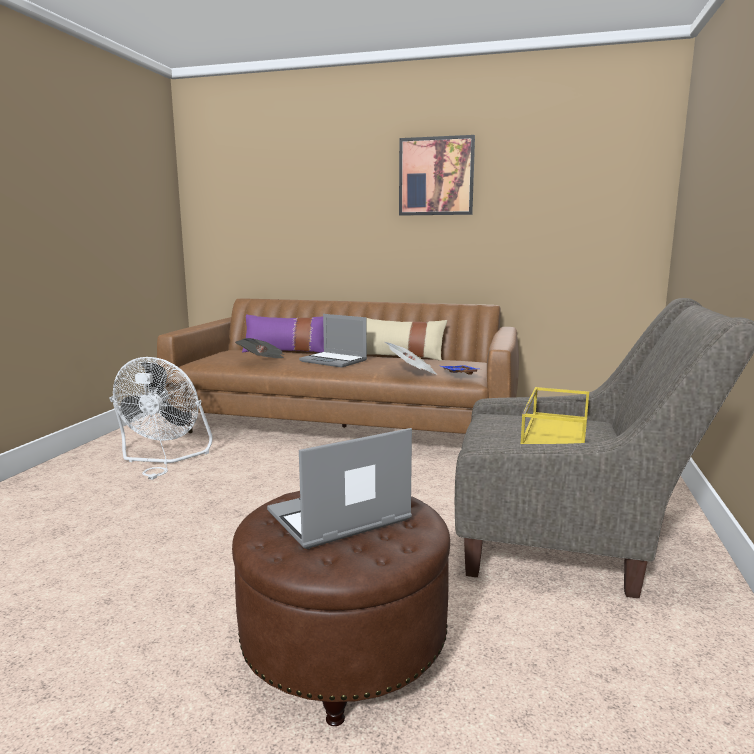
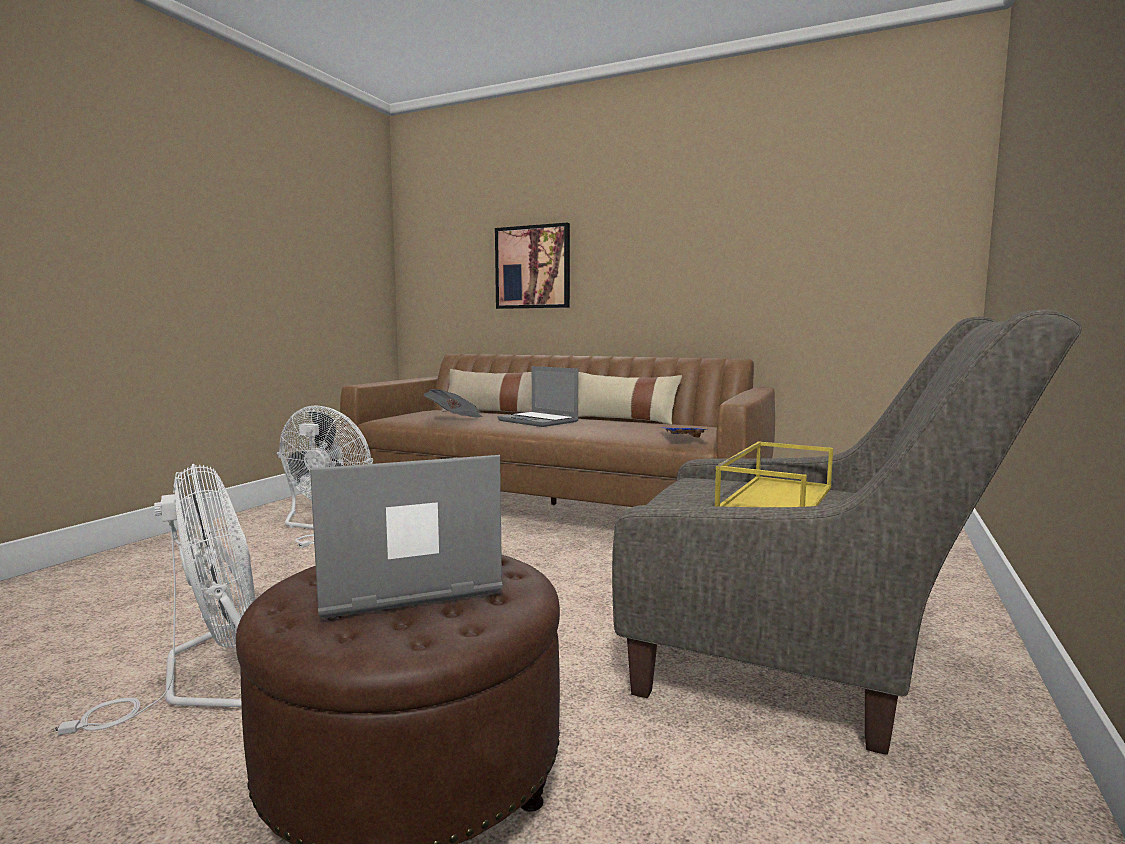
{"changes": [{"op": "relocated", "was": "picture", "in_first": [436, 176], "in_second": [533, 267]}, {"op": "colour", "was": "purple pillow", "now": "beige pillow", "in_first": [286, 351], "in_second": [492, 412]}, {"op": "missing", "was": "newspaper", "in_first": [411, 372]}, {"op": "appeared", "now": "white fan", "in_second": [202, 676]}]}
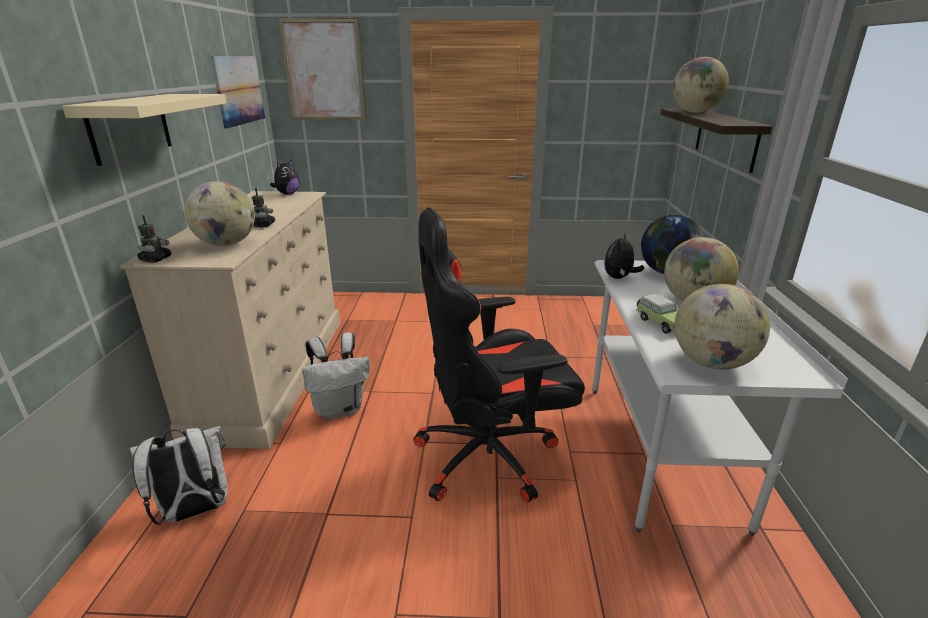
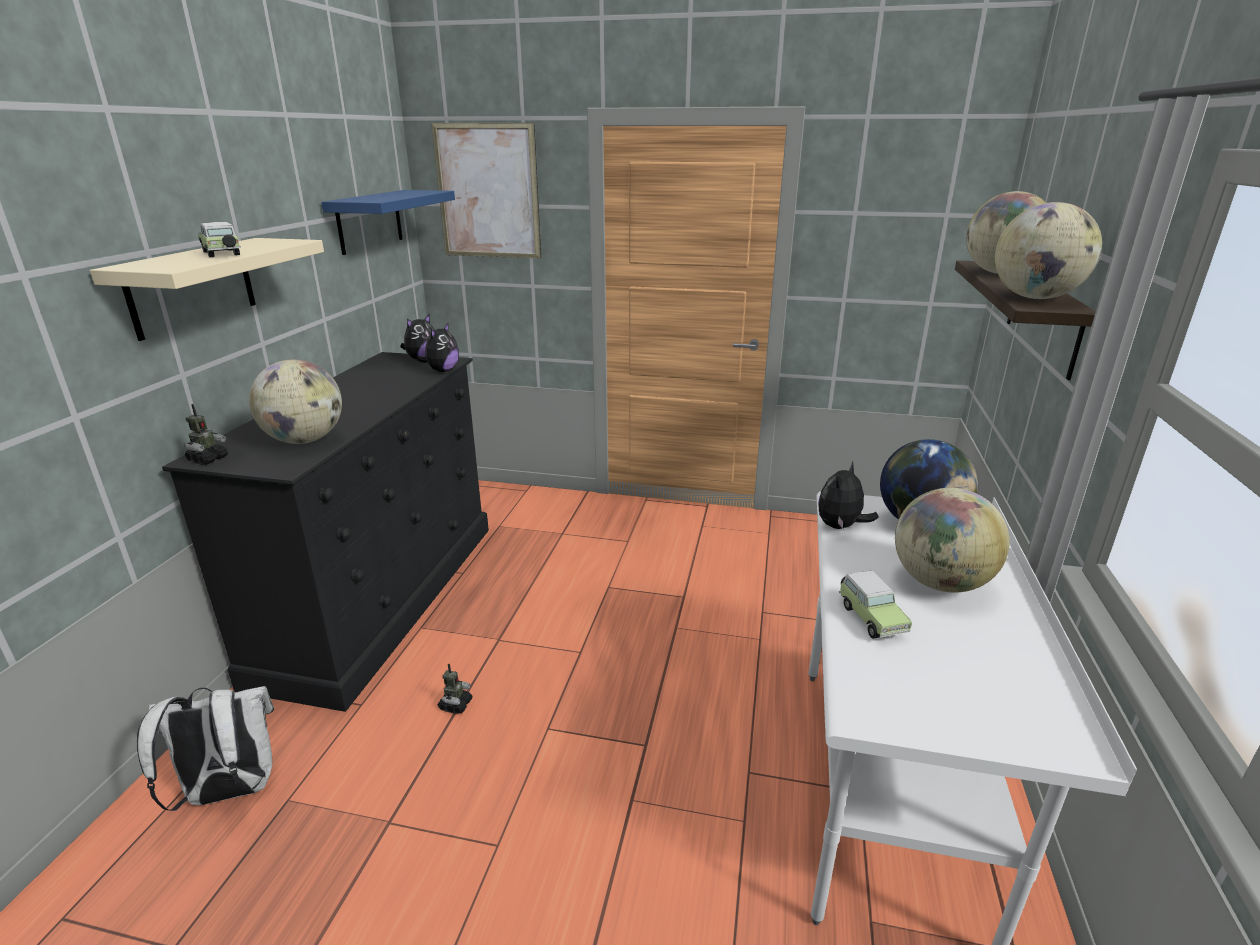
{"changes": [{"op": "exchanged", "was": "picture", "now": "blue shelf", "in_first": [239, 90], "in_second": [369, 221]}, {"op": "relocated", "was": "toy robot", "in_first": [263, 225], "in_second": [455, 705]}, {"op": "colour", "was": "beige dresser", "now": "black dresser", "in_first": [274, 372], "in_second": [385, 596]}, {"op": "missing", "was": "black office chair", "in_first": [496, 455]}, {"op": "relocated", "was": "globe", "in_first": [712, 363], "in_second": [1035, 298]}, {"op": "missing", "was": "white backpack", "in_first": [340, 409]}, {"op": "appeared", "now": "toy car", "in_second": [222, 254]}, {"op": "appeared", "now": "plush toy", "in_second": [442, 371]}]}
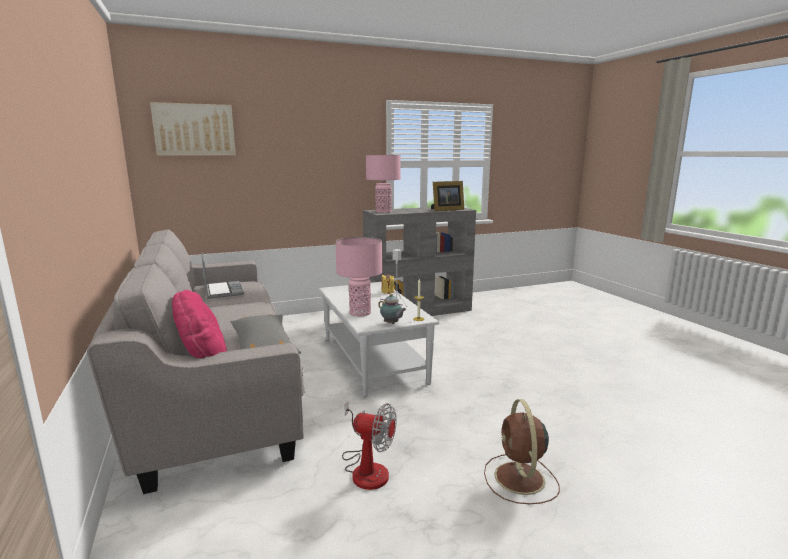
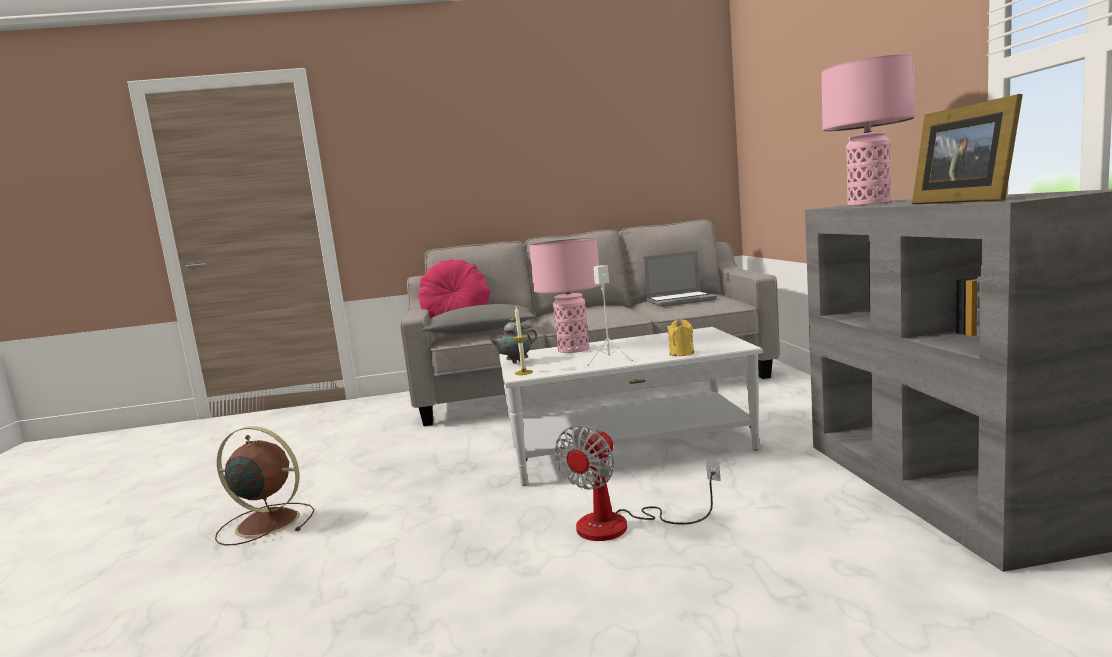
{"changes": [{"op": "missing", "was": "picture", "in_first": [194, 130]}, {"op": "relocated", "was": "fan", "in_first": [366, 468], "in_second": [621, 525]}]}
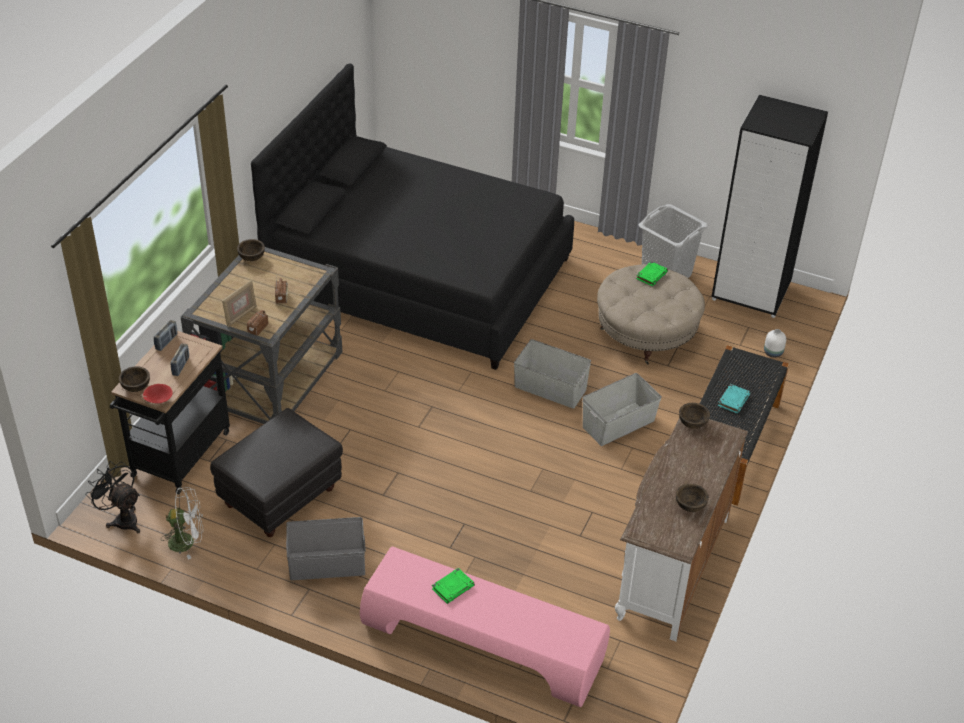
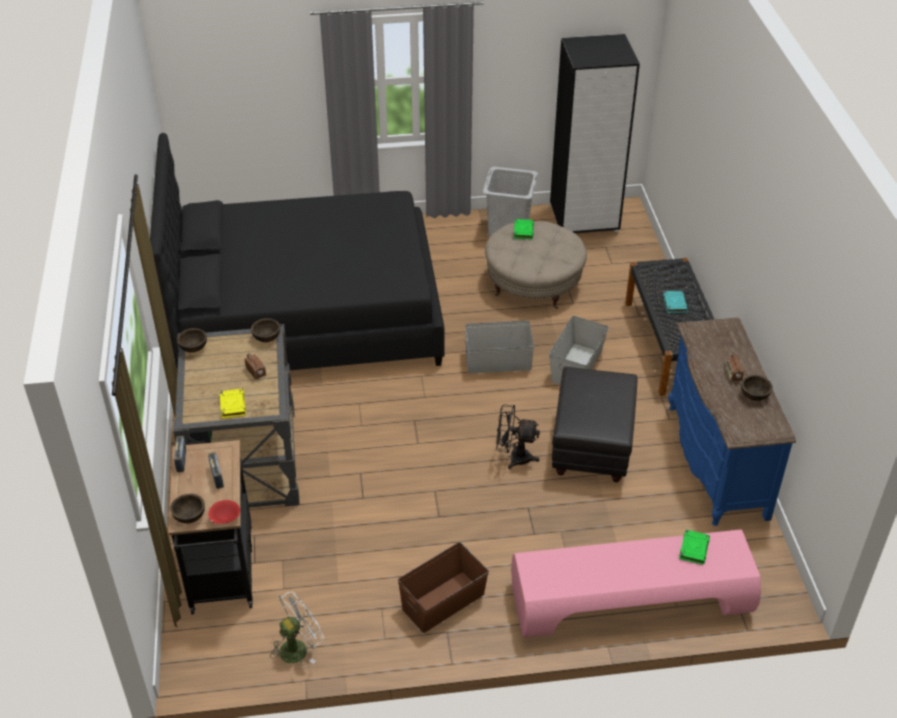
{"changes": [{"op": "exchanged", "was": "picture frame", "now": "yellow book", "in_first": [240, 316], "in_second": [232, 405]}, {"op": "relocated", "was": "radio", "in_first": [257, 329], "in_second": [732, 374]}, {"op": "missing", "was": "white vase", "in_first": [773, 353]}, {"op": "relocated", "was": "brown bowl", "in_first": [692, 423], "in_second": [266, 337]}, {"op": "relocated", "was": "black ottoman", "in_first": [281, 497], "in_second": [592, 447]}, {"op": "colour", "was": "white dresser", "now": "blue dresser", "in_first": [670, 566], "in_second": [714, 462]}, {"op": "relocated", "was": "black fan", "in_first": [122, 519], "in_second": [514, 457]}, {"op": "colour", "was": "grey storage box", "now": "brown storage box", "in_first": [326, 563], "in_second": [442, 601]}, {"op": "relocated", "was": "green book", "in_first": [453, 587], "in_second": [693, 548]}]}
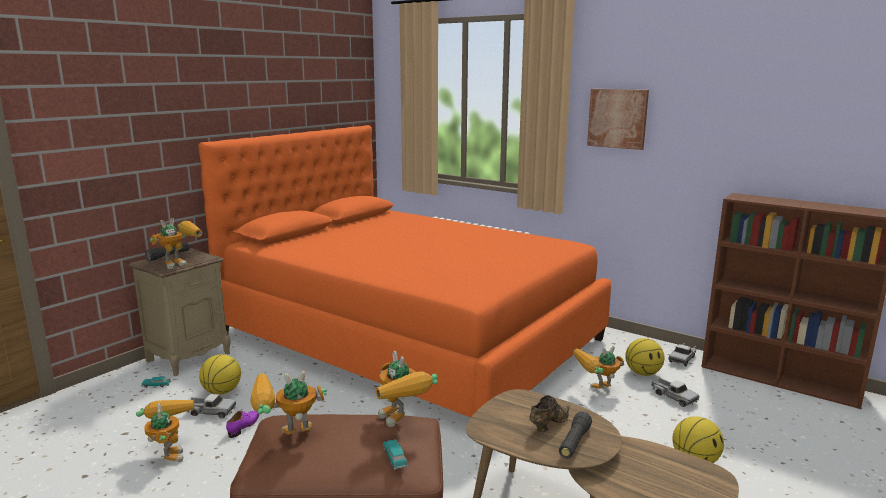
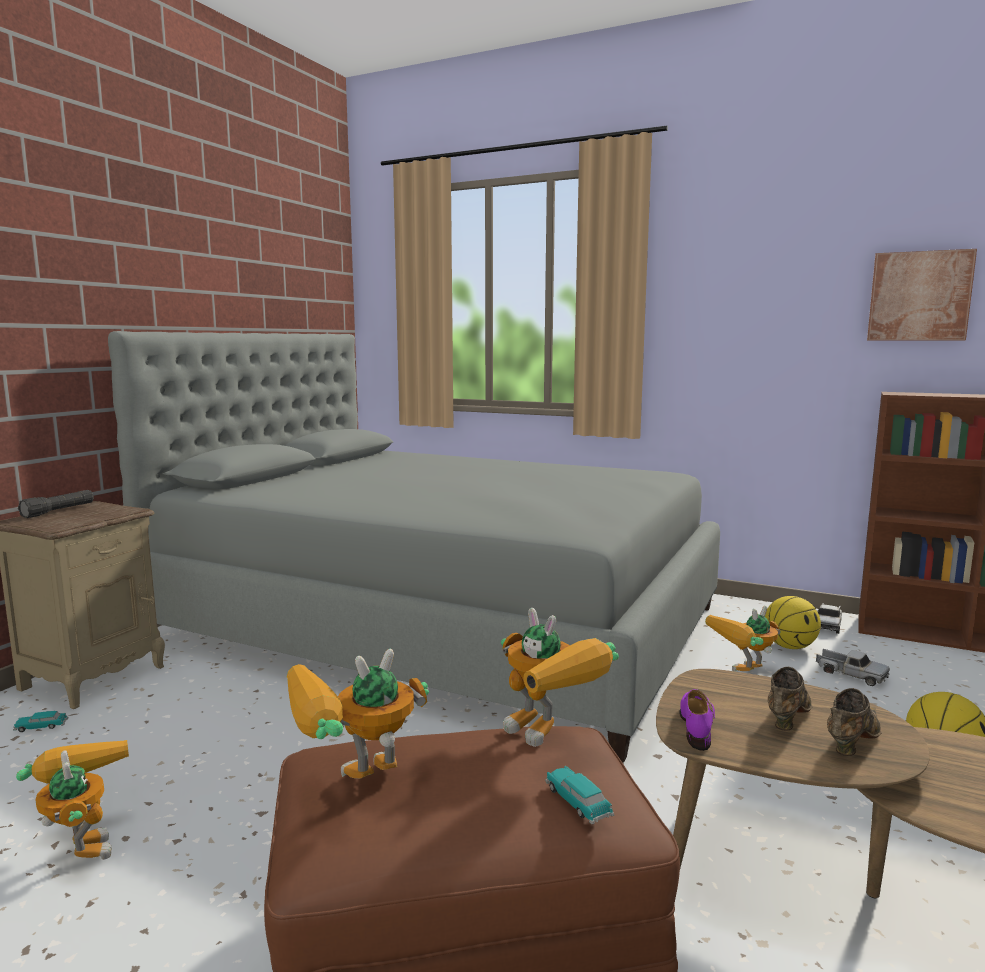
{"changes": [{"op": "relocated", "was": "picture", "in_first": [617, 118], "in_second": [919, 296]}, {"op": "colour", "was": "orange bed", "now": "grey bed", "in_first": [409, 336], "in_second": [441, 623]}, {"op": "missing", "was": "toy robot", "in_first": [181, 263]}, {"op": "missing", "was": "basketball", "in_first": [222, 392]}, {"op": "missing", "was": "toy truck", "in_first": [211, 412]}, {"op": "relocated", "was": "purple shoe", "in_first": [244, 426], "in_second": [696, 725]}, {"op": "exchanged", "was": "black flashlight", "now": "brown shoe", "in_first": [574, 442], "in_second": [851, 742]}]}
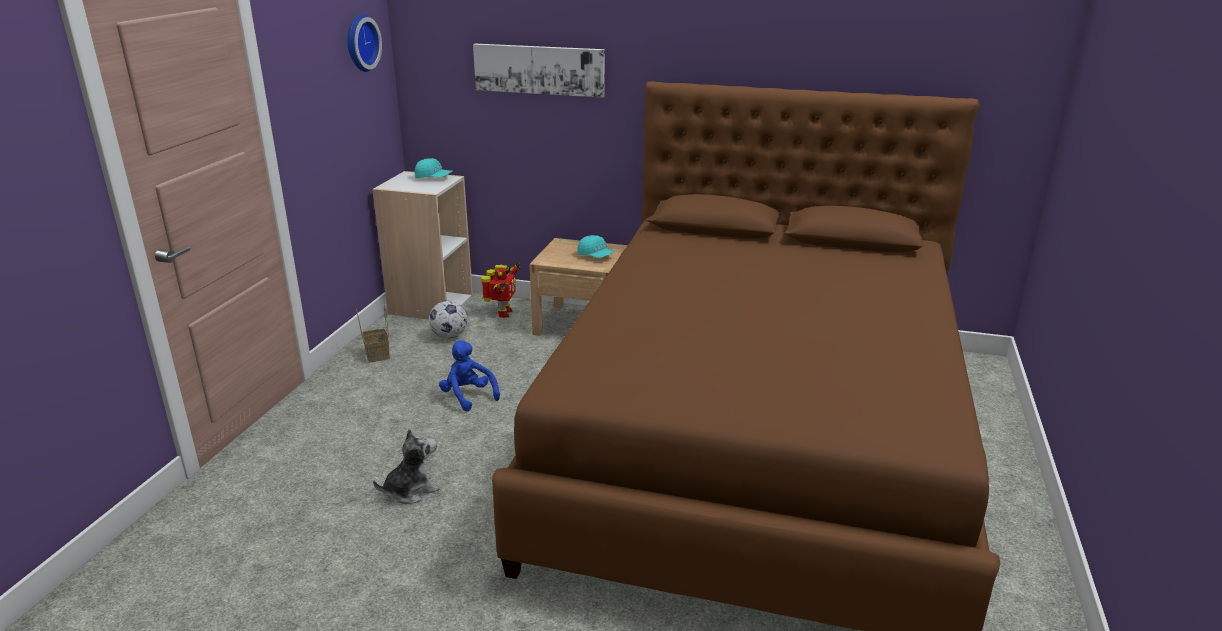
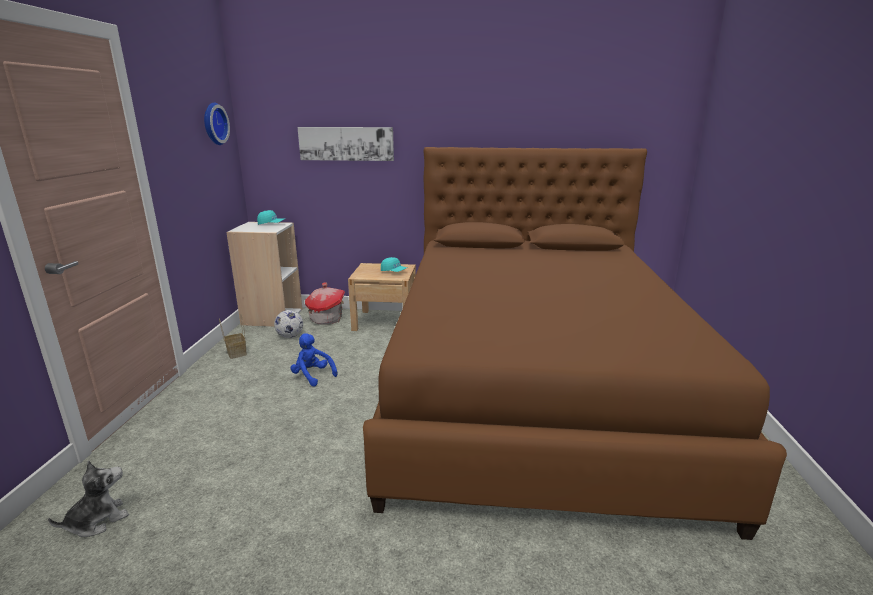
{"changes": [{"op": "exchanged", "was": "toy robot", "now": "toy house", "in_first": [503, 313], "in_second": [327, 319]}, {"op": "relocated", "was": "plush toy", "in_first": [410, 490], "in_second": [98, 520]}]}
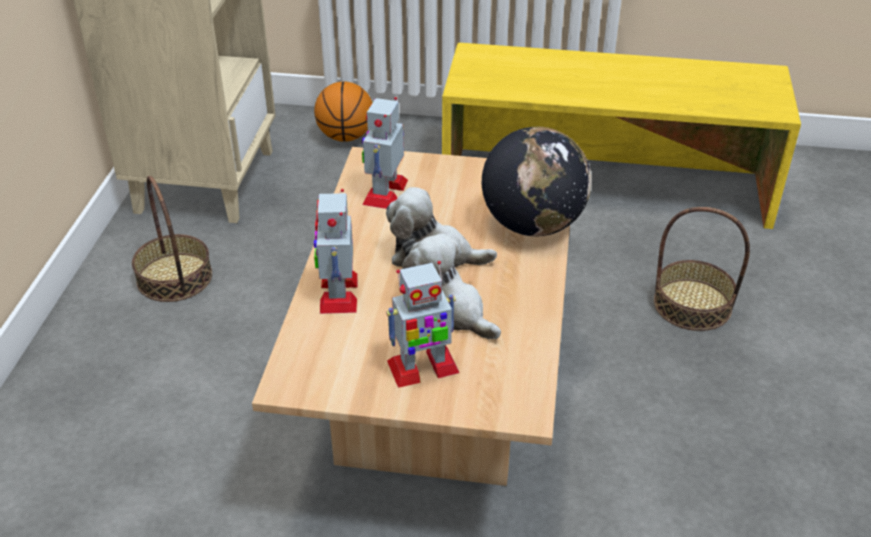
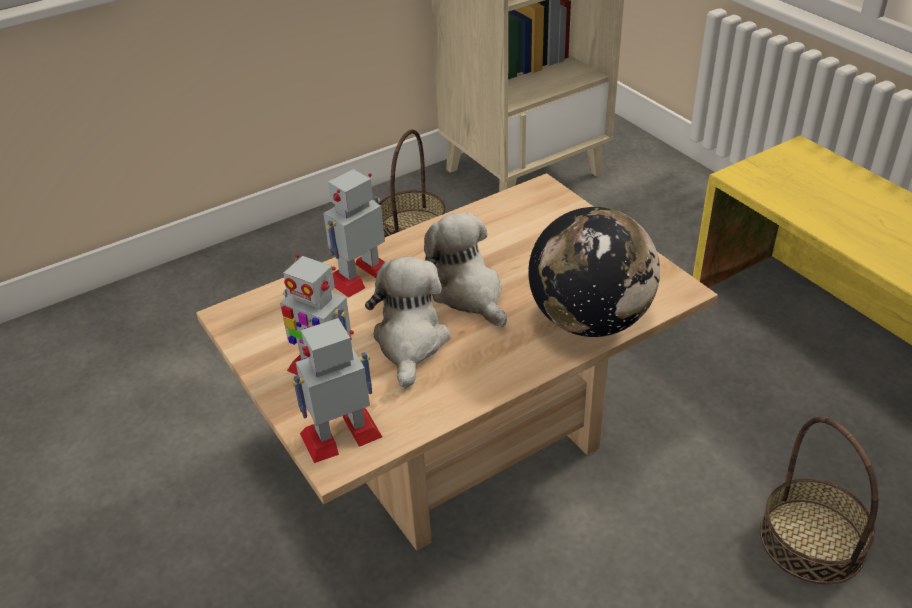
{"changes": [{"op": "missing", "was": "basketball", "in_first": [346, 136]}, {"op": "relocated", "was": "toy robot", "in_first": [385, 192], "in_second": [341, 435]}]}
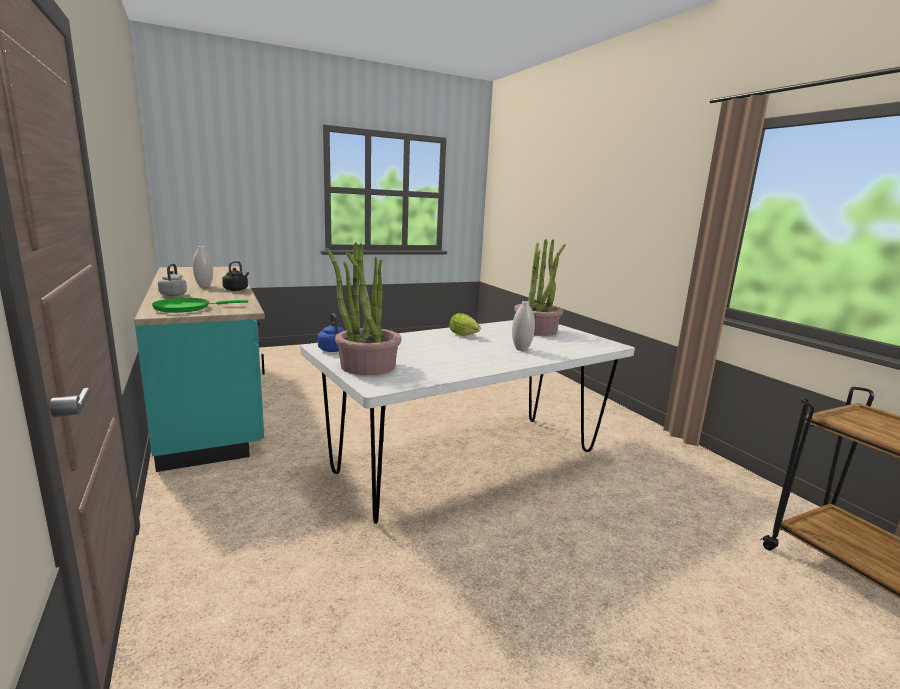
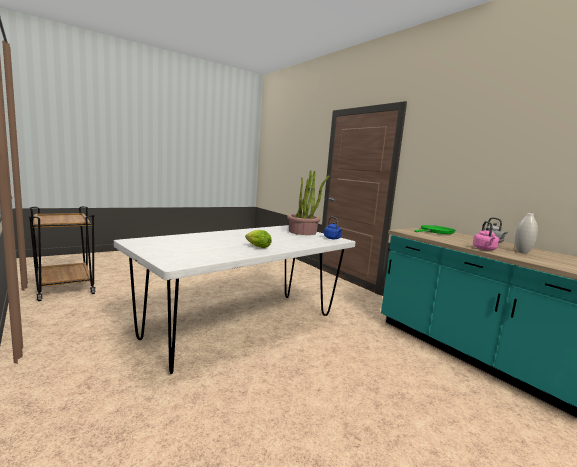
{"changes": [{"op": "missing", "was": "potted plant", "in_first": [536, 330]}, {"op": "colour", "was": "black kettle", "now": "pink kettle", "in_first": [236, 289], "in_second": [484, 249]}, {"op": "missing", "was": "white vase", "in_first": [521, 349]}]}
